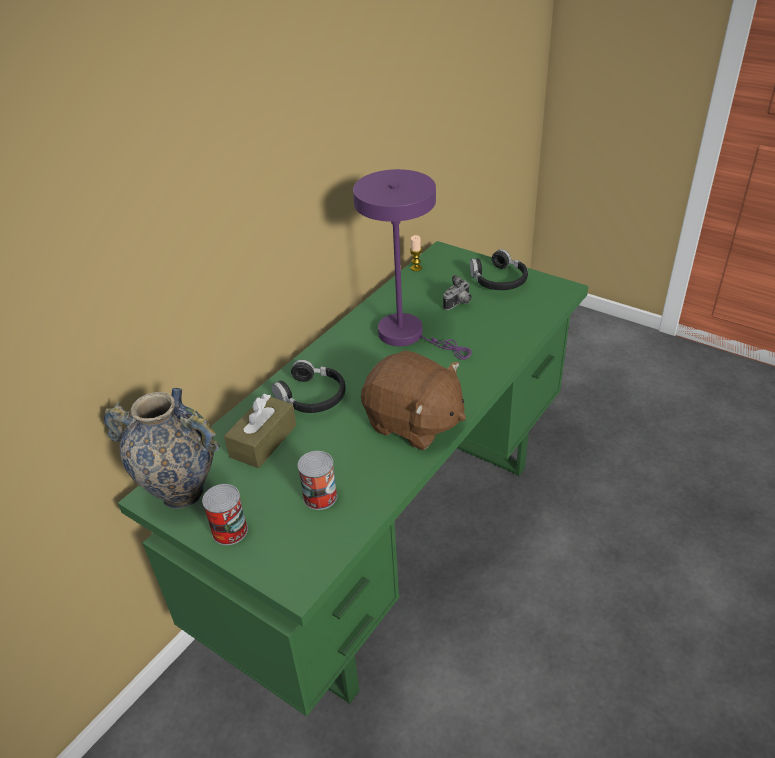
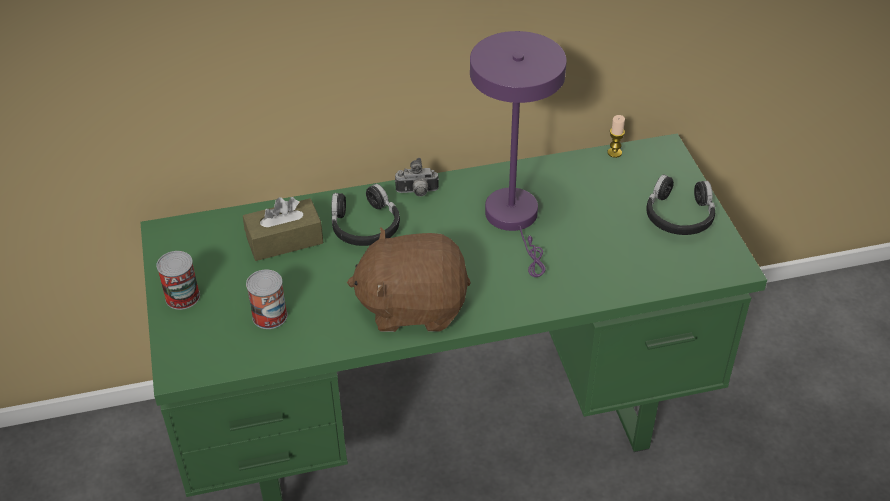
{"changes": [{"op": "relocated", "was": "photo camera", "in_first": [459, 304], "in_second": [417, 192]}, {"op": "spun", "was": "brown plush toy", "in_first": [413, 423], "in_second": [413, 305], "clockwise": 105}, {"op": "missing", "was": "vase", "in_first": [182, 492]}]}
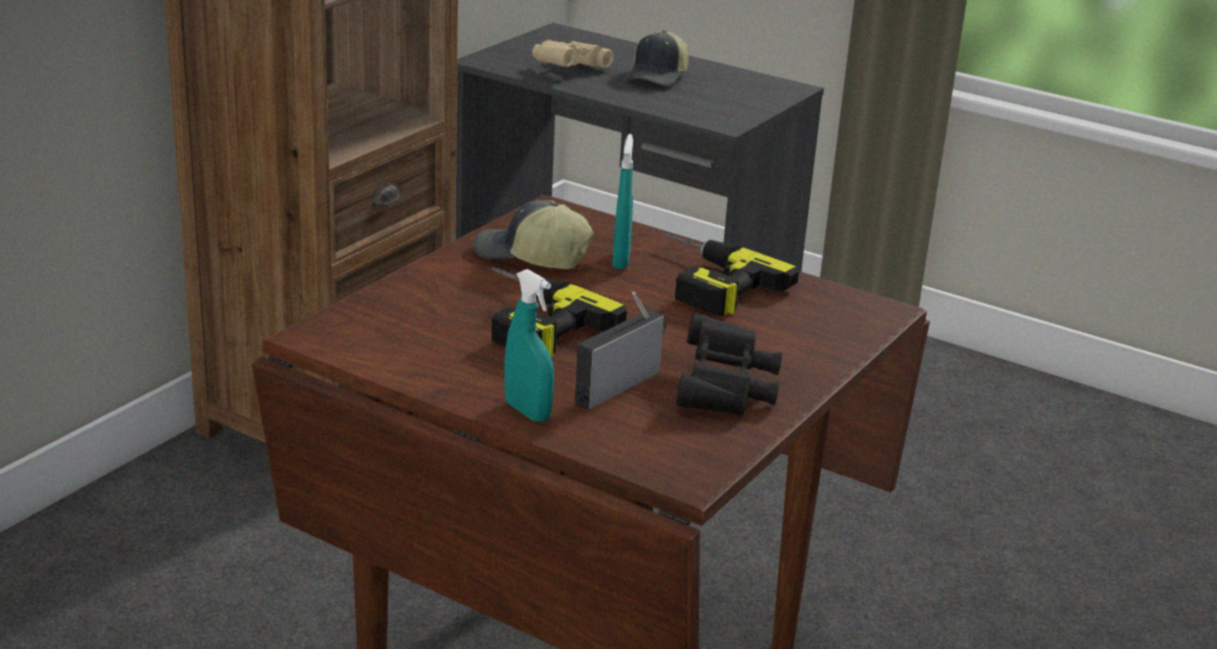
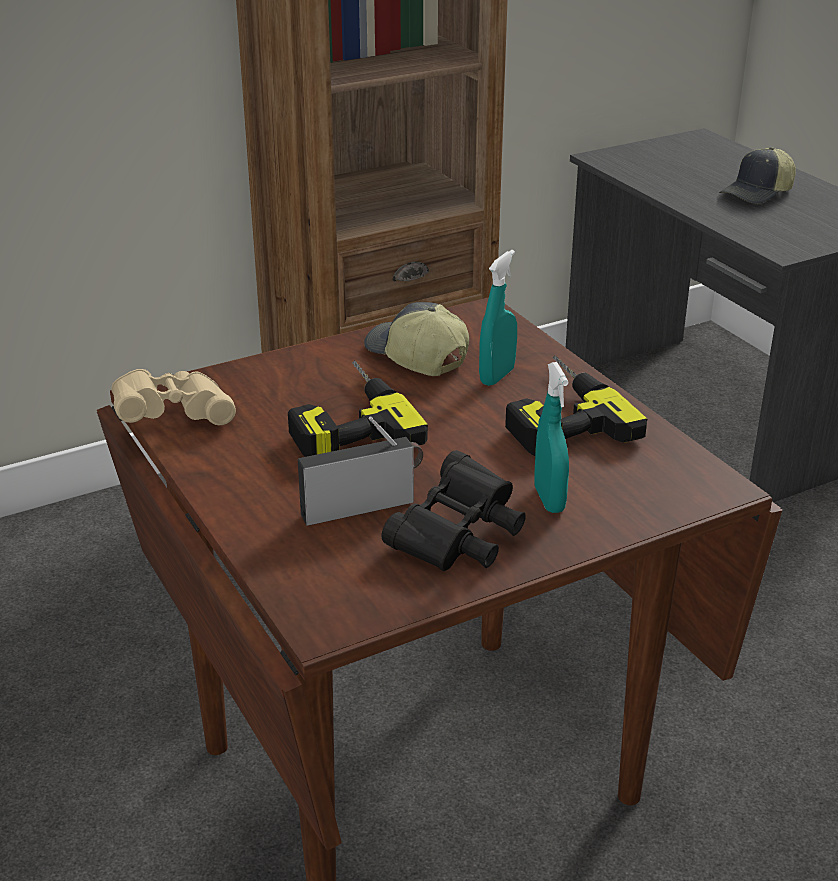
{"changes": [{"op": "relocated", "was": "beige binoculars", "in_first": [568, 70], "in_second": [173, 416]}, {"op": "relocated", "was": "turquoise spray bottle", "in_first": [527, 412], "in_second": [549, 500]}]}
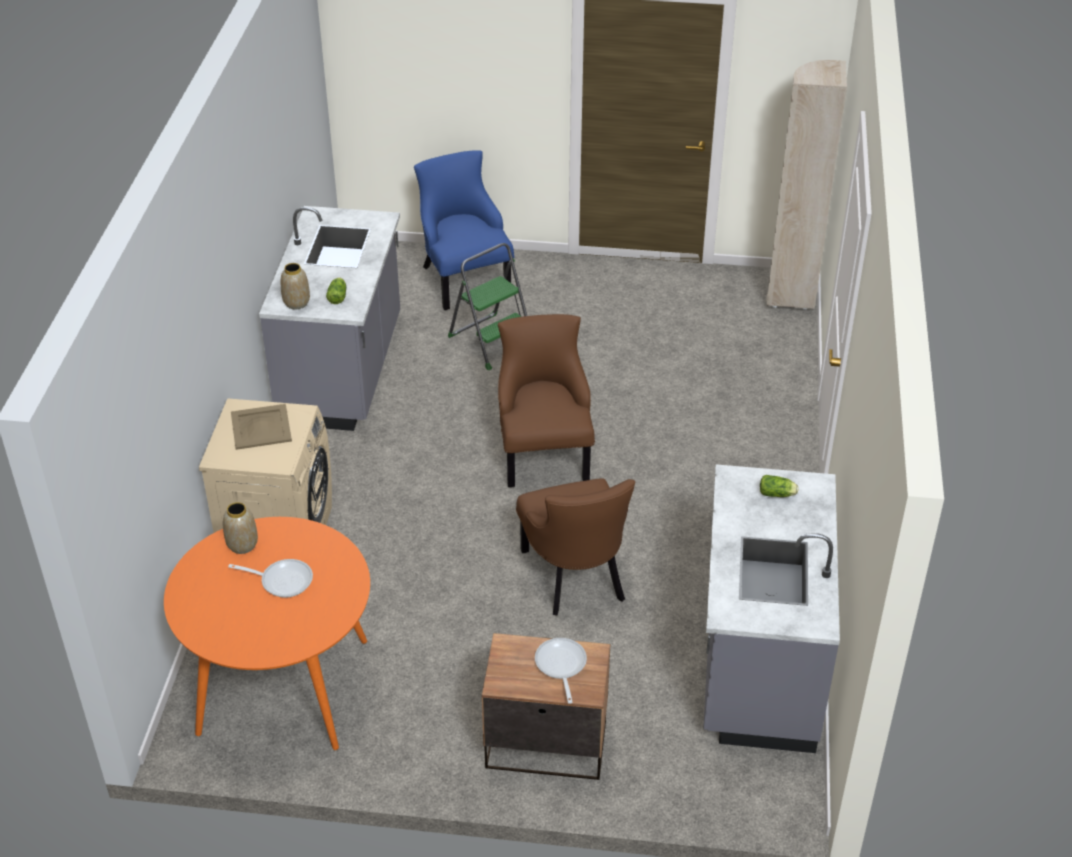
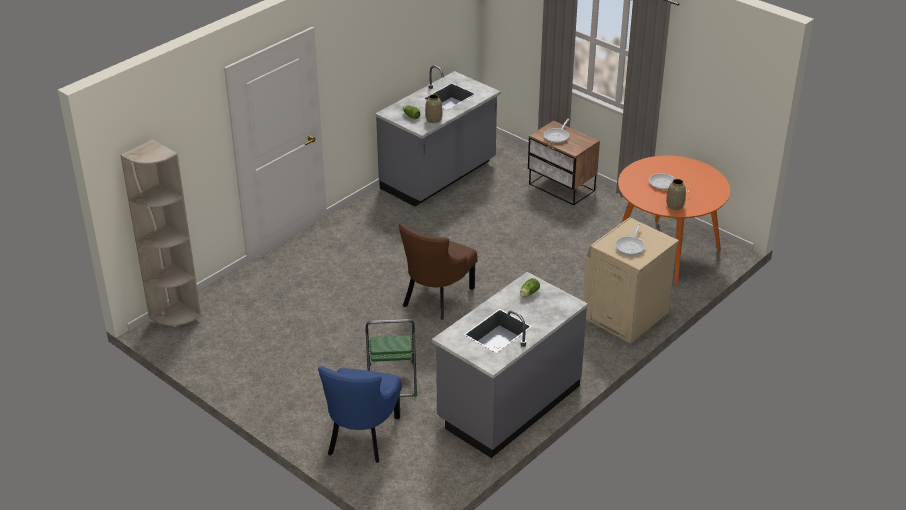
{"changes": [{"op": "relocated", "was": "vase", "in_first": [297, 303], "in_second": [433, 119]}, {"op": "exchanged", "was": "beige tray", "now": "frying pan", "in_first": [260, 427], "in_second": [631, 246]}, {"op": "missing", "was": "brown chair", "in_first": [574, 573]}]}
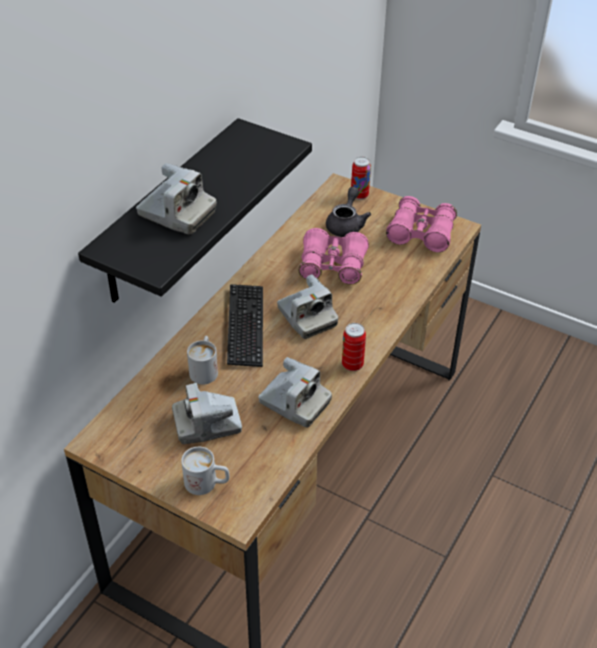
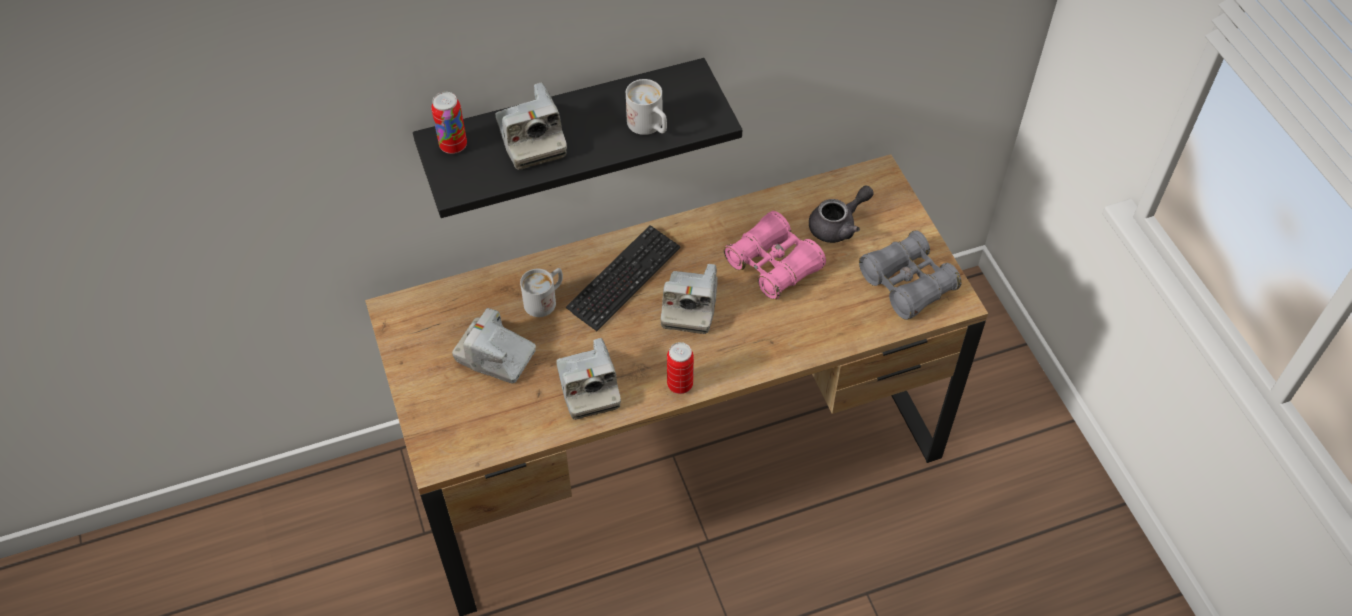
{"changes": [{"op": "relocated", "was": "can", "in_first": [359, 195], "in_second": [453, 146]}, {"op": "colour", "was": "pink binoculars", "now": "grey binoculars", "in_first": [421, 233], "in_second": [907, 284]}, {"op": "relocated", "was": "white mug", "in_first": [207, 483], "in_second": [649, 127]}]}
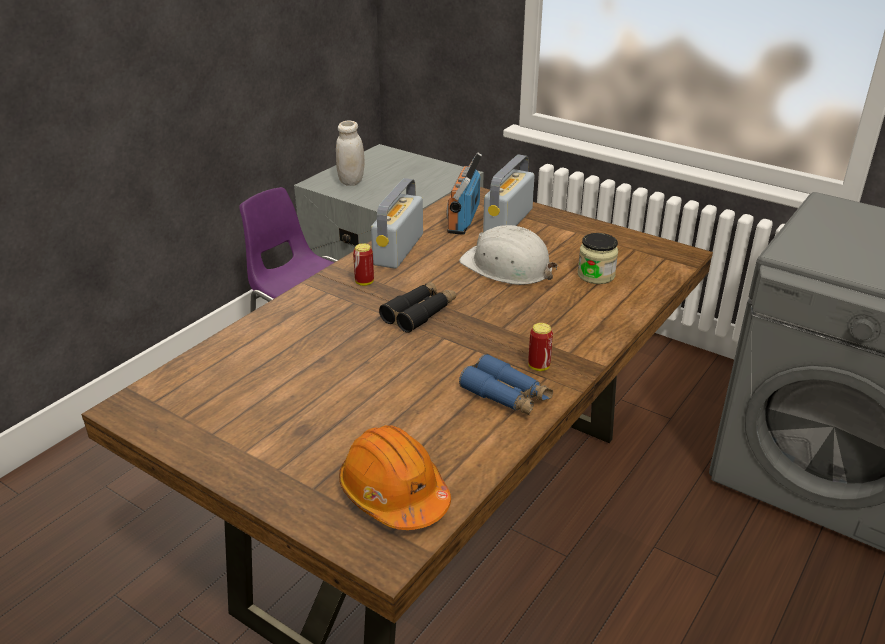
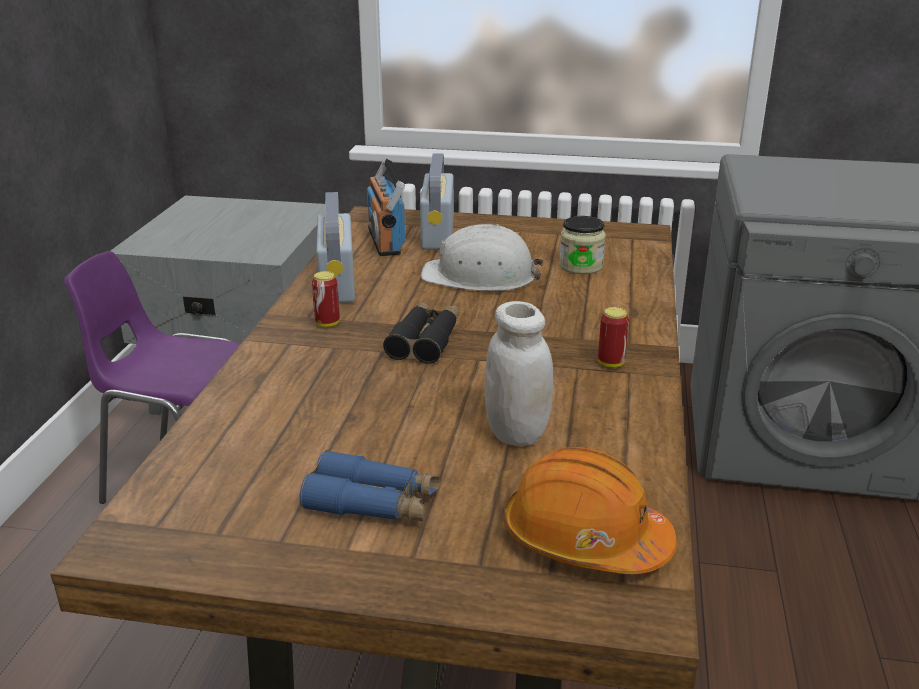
{"changes": [{"op": "relocated", "was": "white jar", "in_first": [351, 181], "in_second": [516, 433]}, {"op": "relocated", "was": "blue binoculars", "in_first": [506, 395], "in_second": [372, 503]}]}
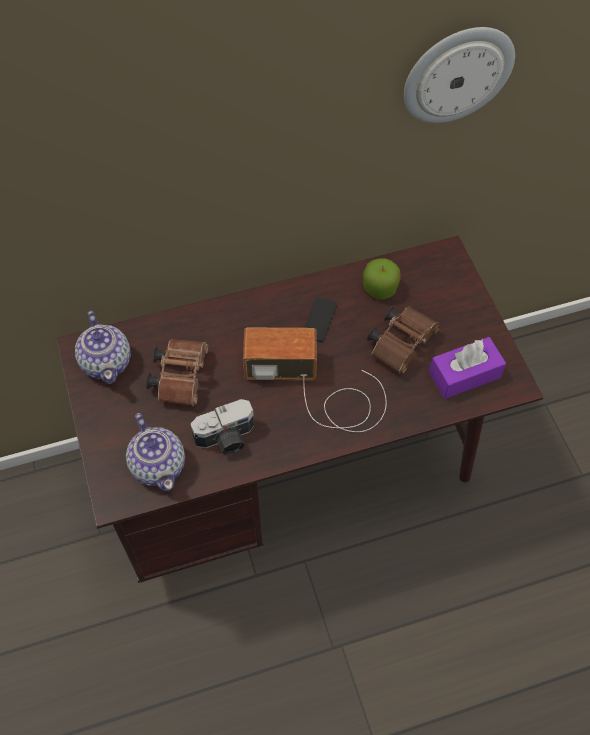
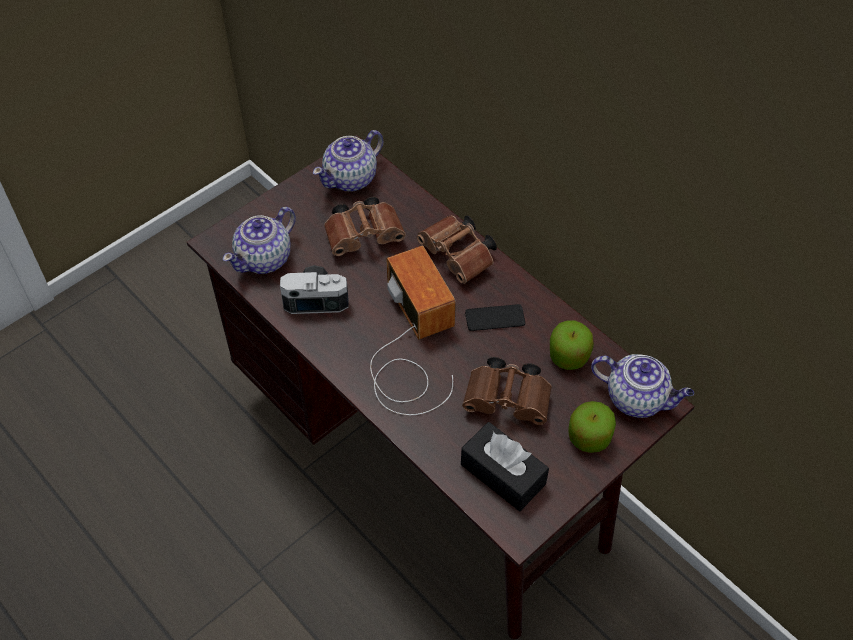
{"changes": [{"op": "missing", "was": "wall clock", "in_first": [457, 74]}, {"op": "colour", "was": "purple tissue box", "now": "black tissue box", "in_first": [464, 375], "in_second": [503, 474]}, {"op": "spun", "was": "photo camera", "in_first": [227, 439], "in_second": [316, 297], "clockwise": 135}, {"op": "appeared", "now": "brown binoculars", "in_second": [459, 257]}, {"op": "appeared", "now": "teapot", "in_second": [637, 398]}, {"op": "appeared", "now": "apple", "in_second": [589, 437]}]}
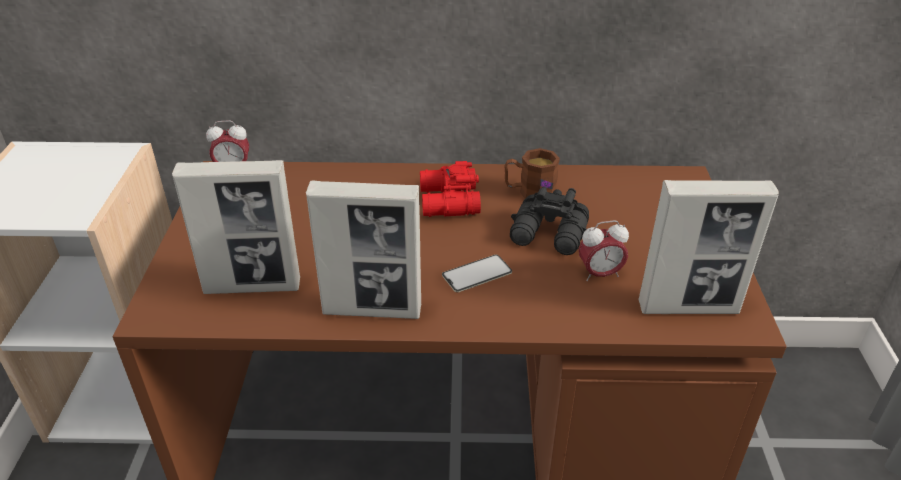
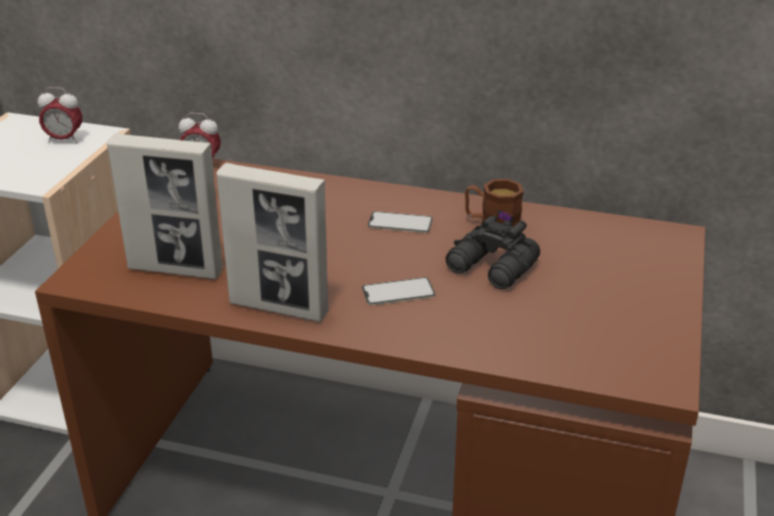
{"changes": [{"op": "exchanged", "was": "red binoculars", "now": "phone", "in_first": [447, 202], "in_second": [400, 223]}, {"op": "missing", "was": "picture frame", "in_first": [688, 307]}, {"op": "relocated", "was": "alarm clock", "in_first": [599, 274], "in_second": [64, 140]}]}
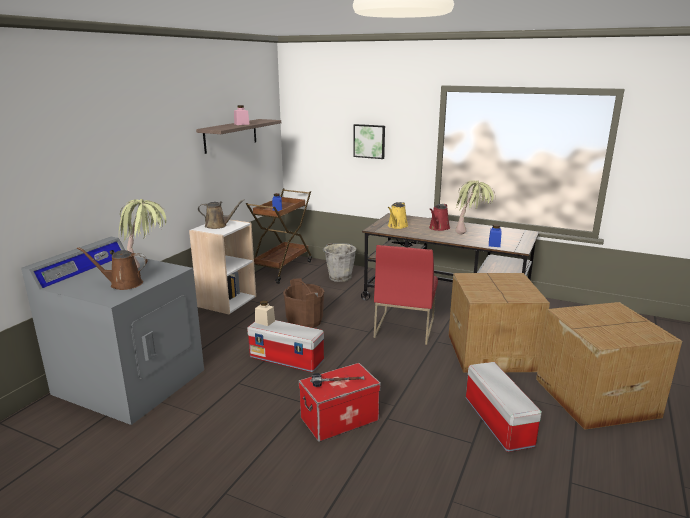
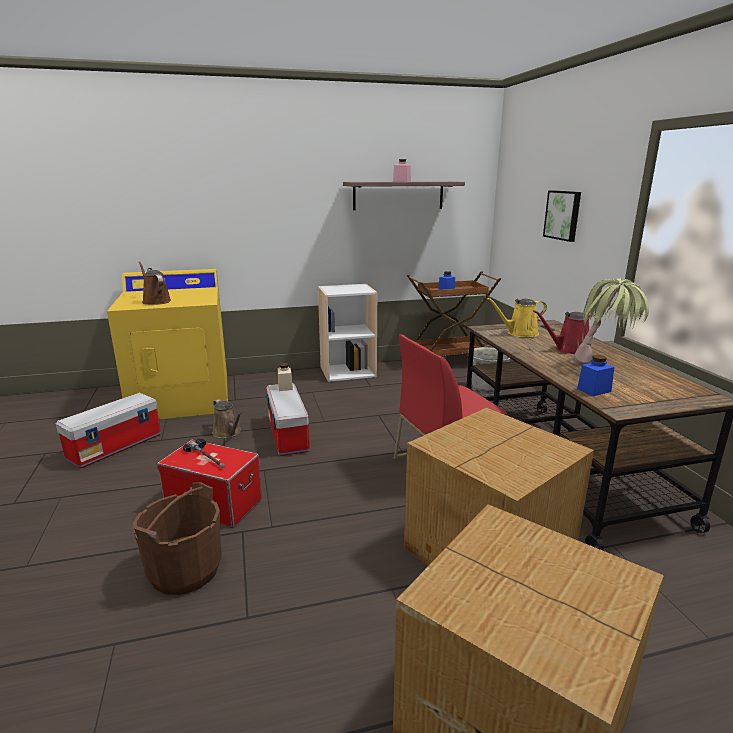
{"changes": [{"op": "missing", "was": "potted plant", "in_first": [148, 266]}, {"op": "relocated", "was": "brown watering can", "in_first": [218, 225], "in_second": [228, 432]}, {"op": "colour", "was": "grey washing machine", "now": "yellow washing machine", "in_first": [131, 381], "in_second": [183, 397]}, {"op": "relocated", "was": "brown bucket", "in_first": [304, 321], "in_second": [185, 570]}, {"op": "relocated", "was": "storage box", "in_first": [497, 421], "in_second": [116, 446]}]}
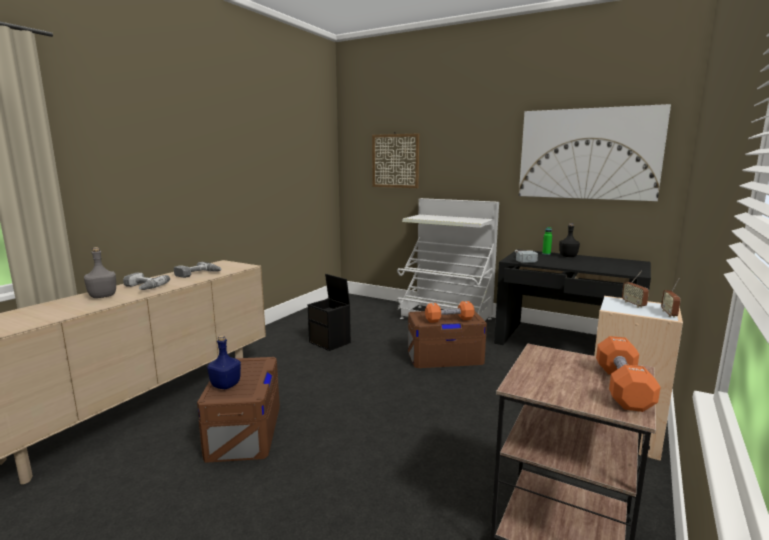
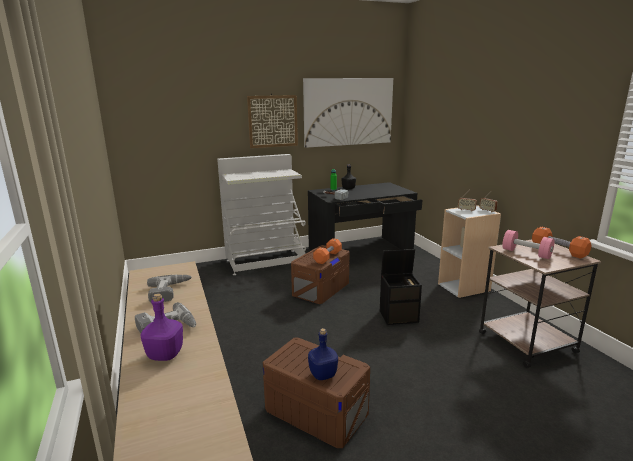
{"changes": [{"op": "relocated", "was": "picture", "in_first": [395, 160], "in_second": [273, 120]}, {"op": "colour", "was": "grey bottle", "now": "purple bottle", "in_first": [102, 296], "in_second": [165, 355]}, {"op": "relocated", "was": "black storage box", "in_first": [330, 342], "in_second": [399, 316]}, {"op": "appeared", "now": "pink dumbbell", "in_second": [526, 253]}]}
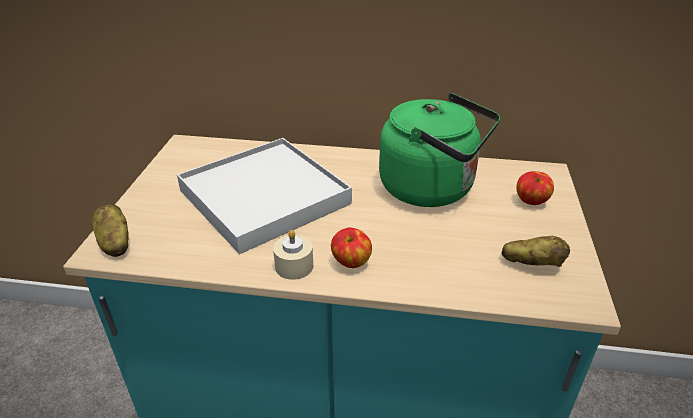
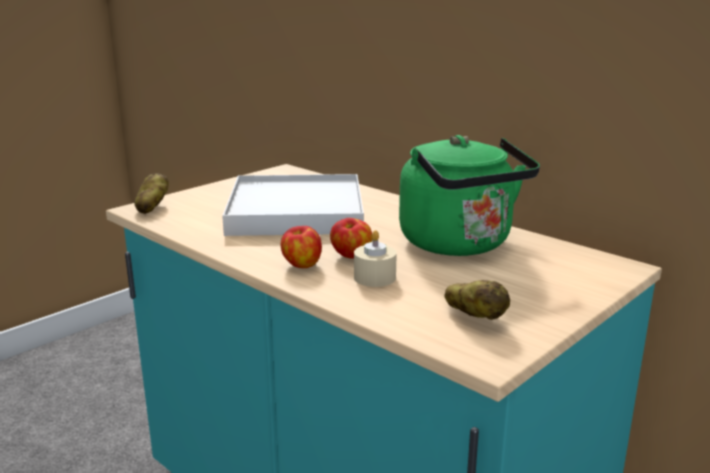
{"changes": [{"op": "relocated", "was": "apple", "in_first": [531, 202], "in_second": [351, 256]}, {"op": "relocated", "was": "beige candle", "in_first": [294, 266], "in_second": [374, 277]}]}
